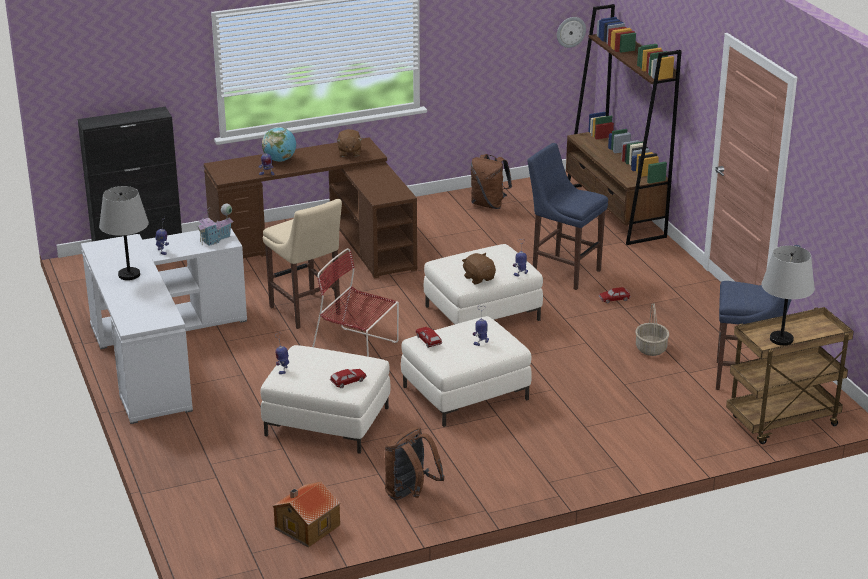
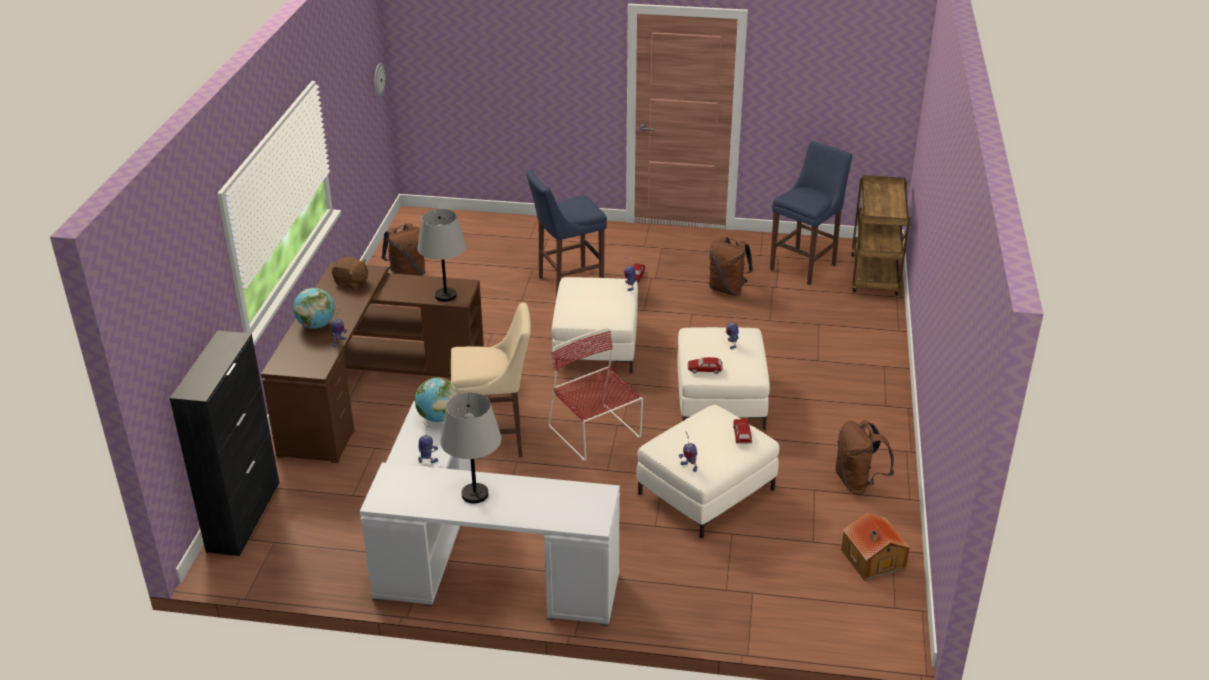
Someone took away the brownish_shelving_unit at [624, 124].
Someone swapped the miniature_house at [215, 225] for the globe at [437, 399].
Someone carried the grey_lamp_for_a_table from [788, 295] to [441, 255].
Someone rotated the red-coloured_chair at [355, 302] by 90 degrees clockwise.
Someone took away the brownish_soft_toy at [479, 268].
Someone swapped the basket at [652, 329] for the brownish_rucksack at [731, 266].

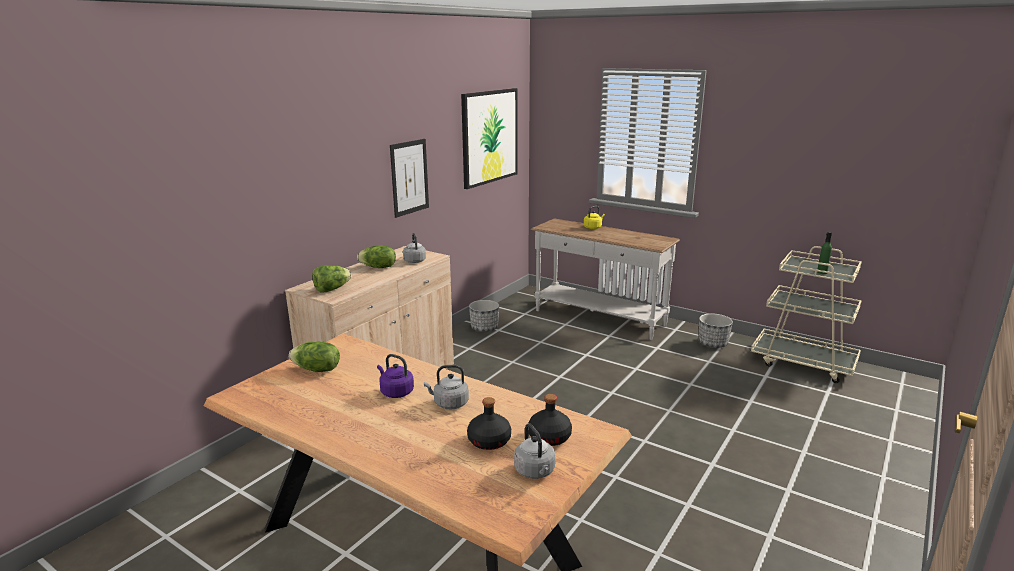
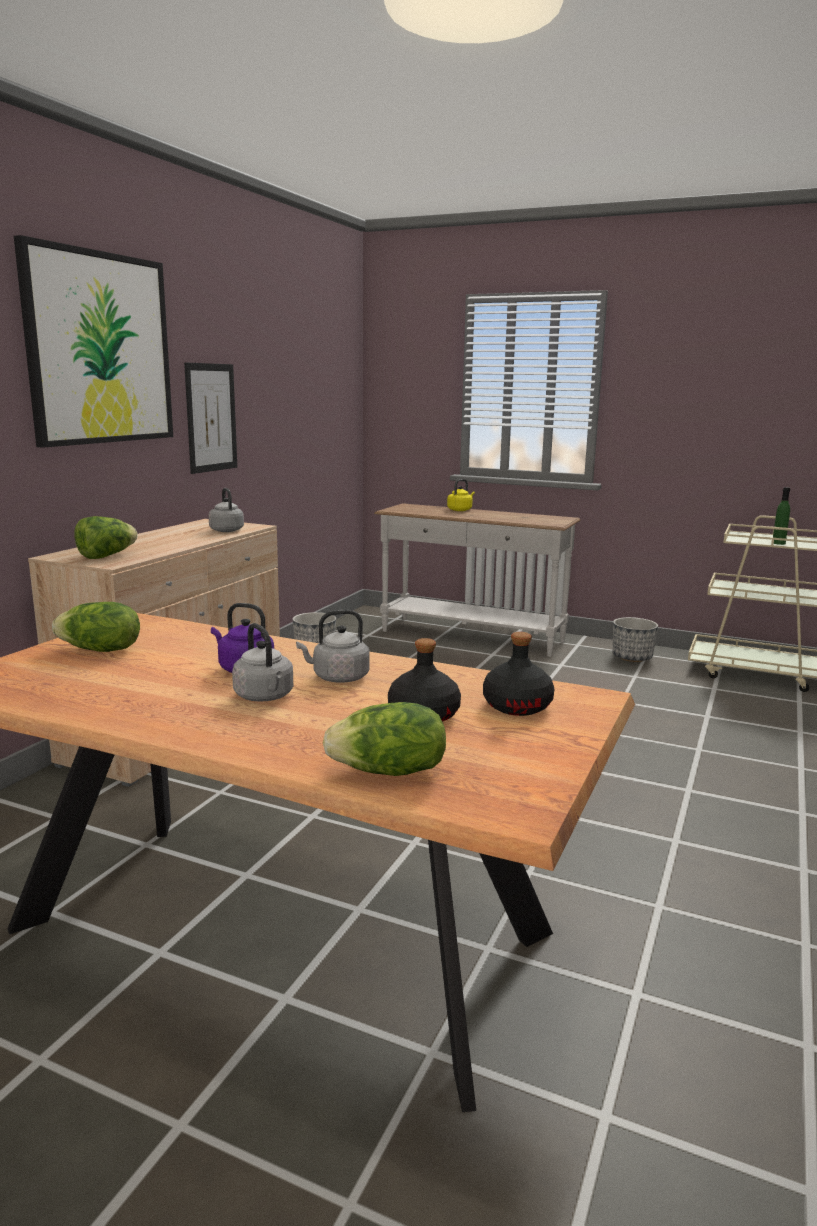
Someone carried the picture from [489, 138] to [93, 341].
Someone carried the head_of_lettuce from [376, 256] to [384, 739].
Someone carried the grey_tea_kettle from [534, 451] to [262, 662].

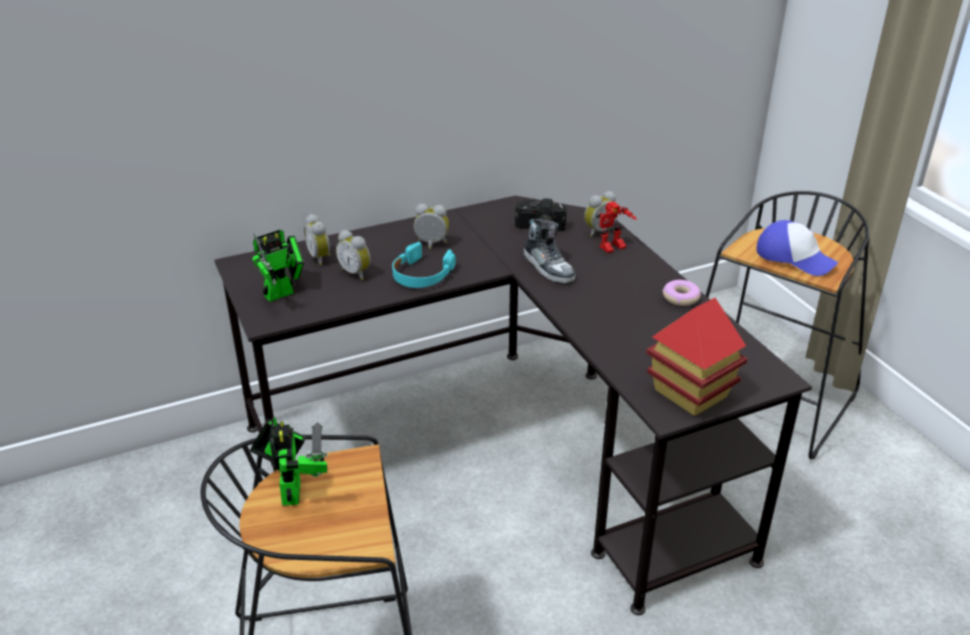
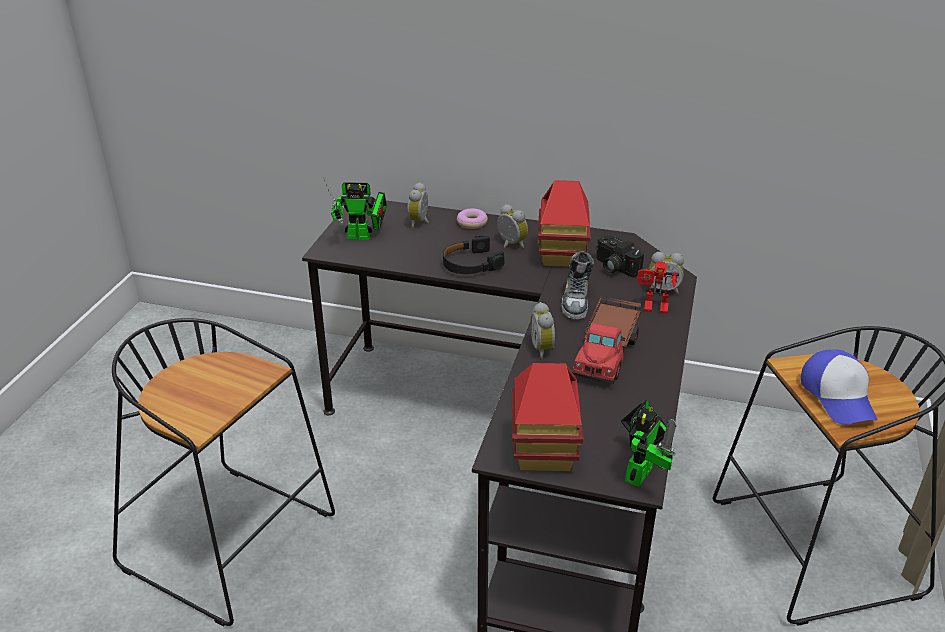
Someone carried the bedside_clock from [353, 255] to [542, 330].
Someone repainted the turquoise-coloured_headphones at [424, 265], which became the blackish_headphones at [473, 255].
Someone carried the doughnut from [681, 293] to [472, 218].
Someone carried the toy_robot from [289, 461] to [648, 443].
Someone put down the miniature_house at [564, 223].
Someone put down the model_truck at [606, 339].

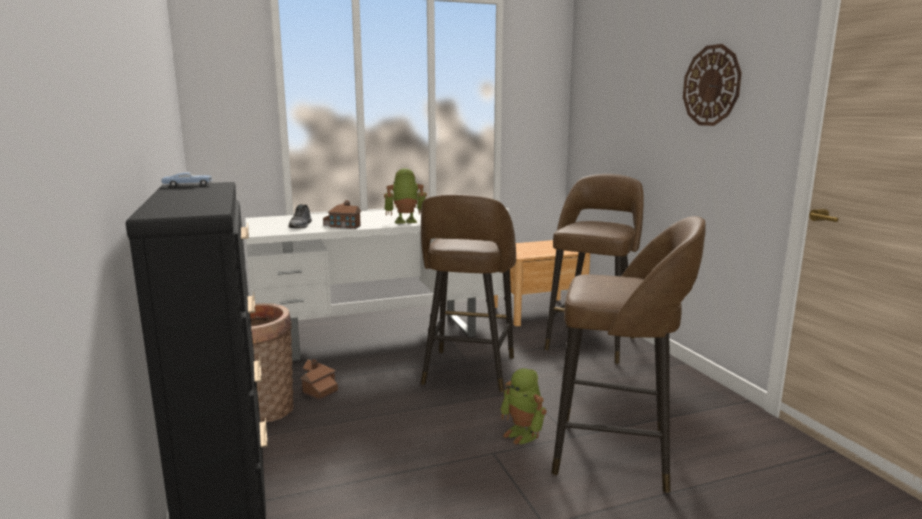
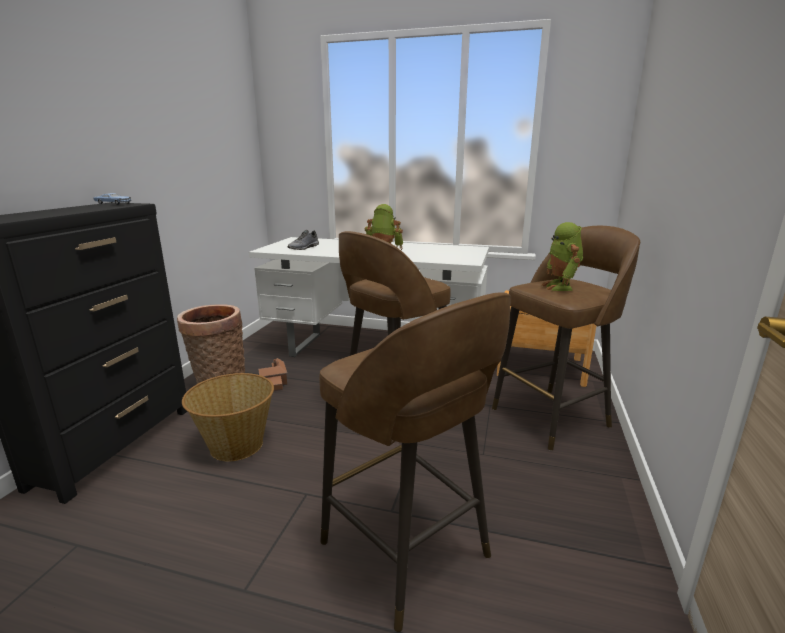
Someone took away the hanging_clock at [712, 85].
Someone took away the miniature_house at [342, 214].
Someone carried the toy_robot from [523, 406] to [562, 256].
Someone put down the basket at [228, 417].

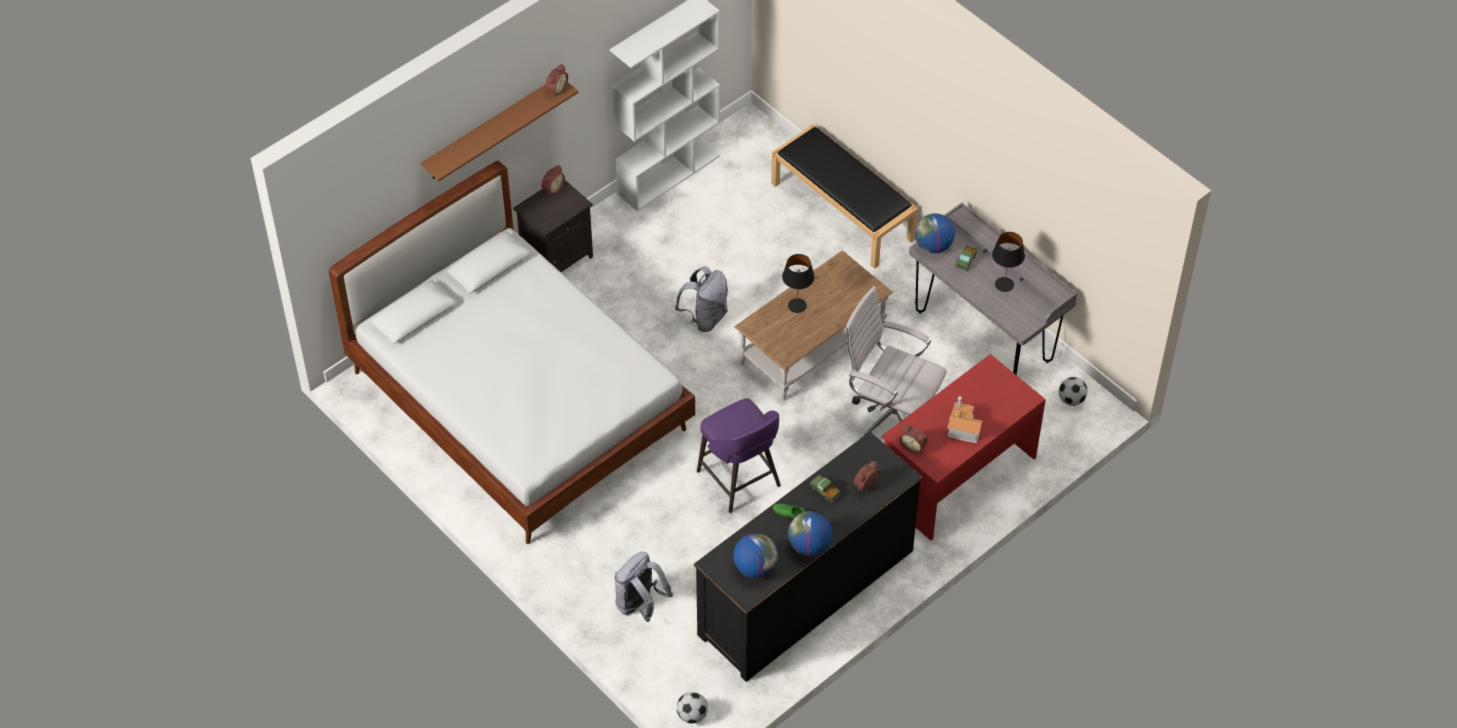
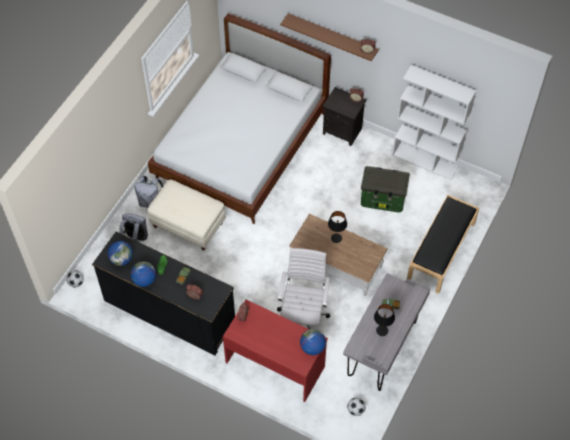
Someone carried the globe from [935, 233] to [313, 342].
Someone carried the grey_rucksack from [701, 299] to [149, 192].
Someone took away the miniature_house at [965, 419].
Someone took away the purple_sitting_stool at [739, 455].
Someone put down the storage_bin at [385, 189].
Someone put down the sand-coloured_ottoman at [186, 214].

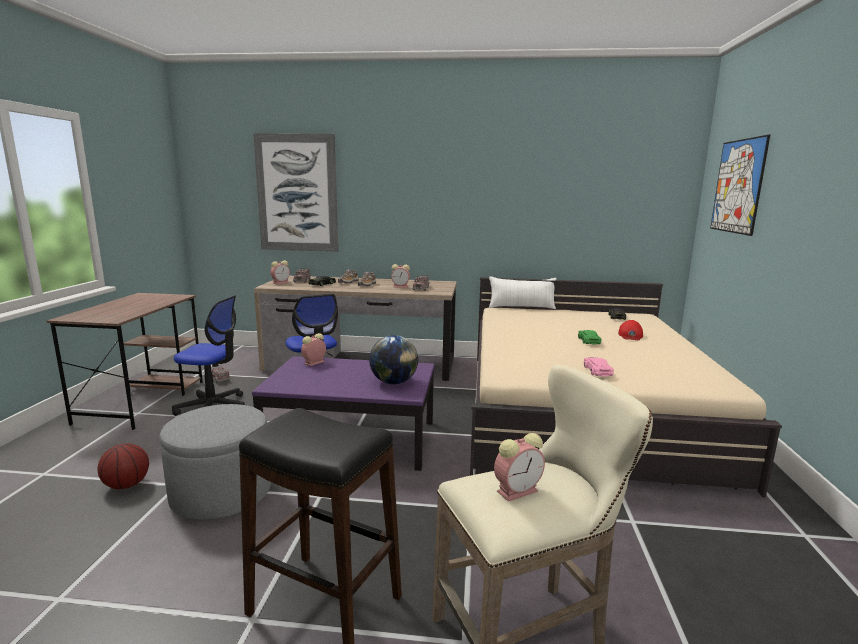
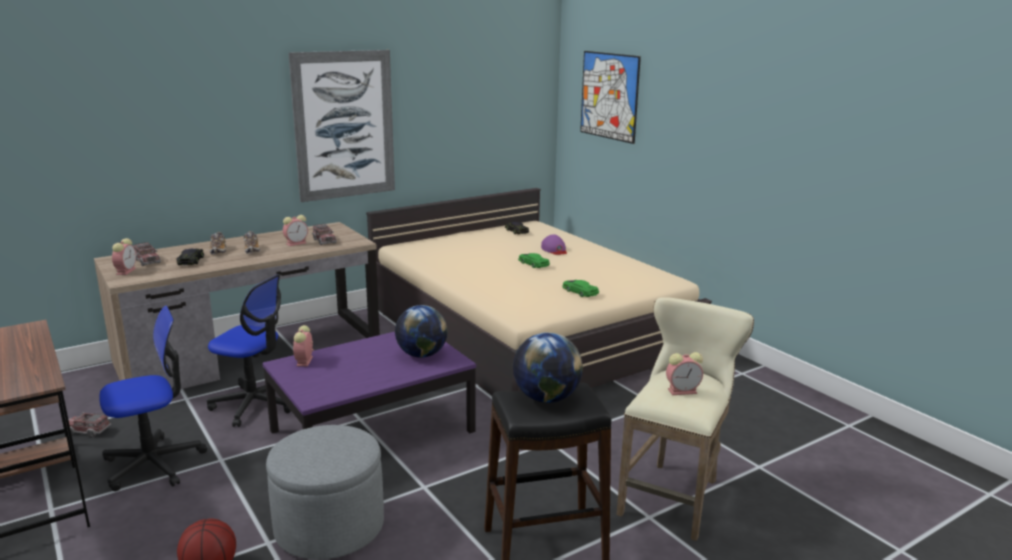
Someone carried the picture from [295, 192] to [341, 126].
Someone took away the white_cushion at [522, 292].
Someone repainted the red-coloured_baseball_cap at [630, 330], which became the purple_baseball_cap at [554, 244].
Someone repainted the pinkish_model_car at [598, 366], which became the greenish_model_car at [580, 288].
Someone rotated the bedside_clock at [519, 467] by 60 degrees clockwise.
Someone put down the globe at [548, 367].

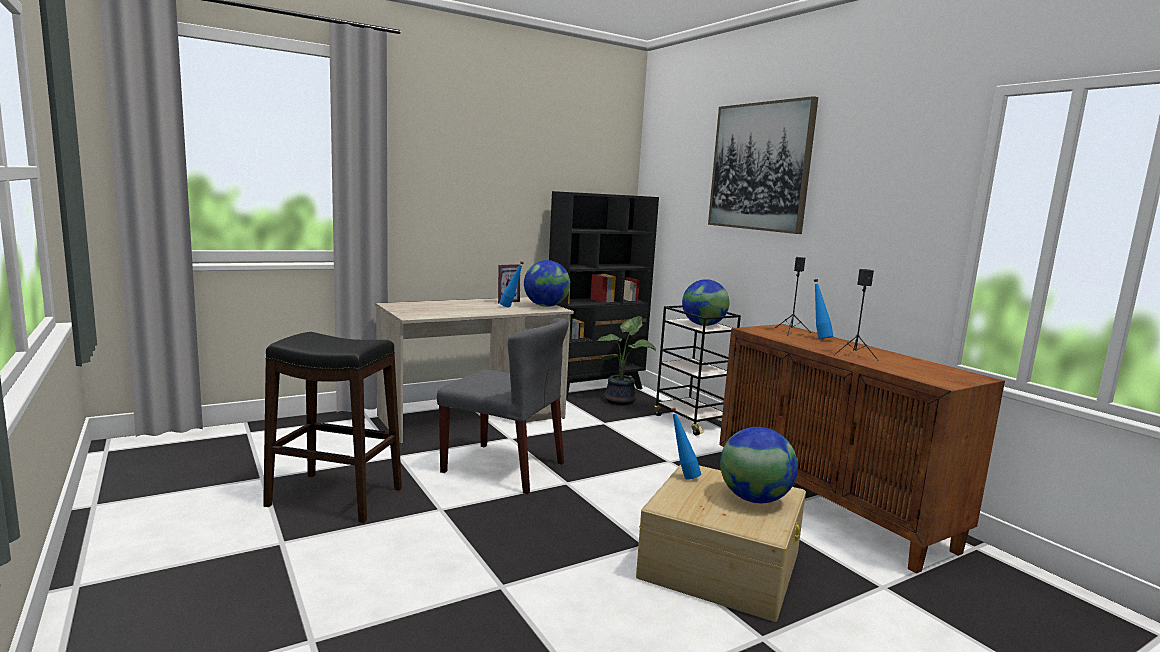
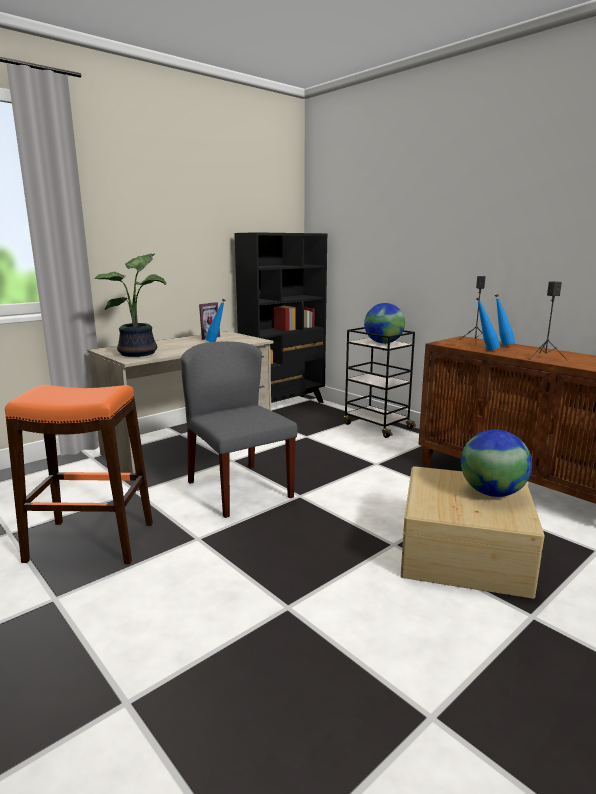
Someone took away the picture at [763, 165].
Someone took away the globe at [547, 283].
Someone carried the potted_plant from [627, 361] to [130, 305].
Someone rotated the grey_chair at [503, 406] by 135 degrees counterclockwise.
Someone repainted the blackish_sitting_stool at [332, 427], which became the orangey_sitting_stool at [79, 474].
Someone carried the blue_bottle from [686, 444] to [488, 324].

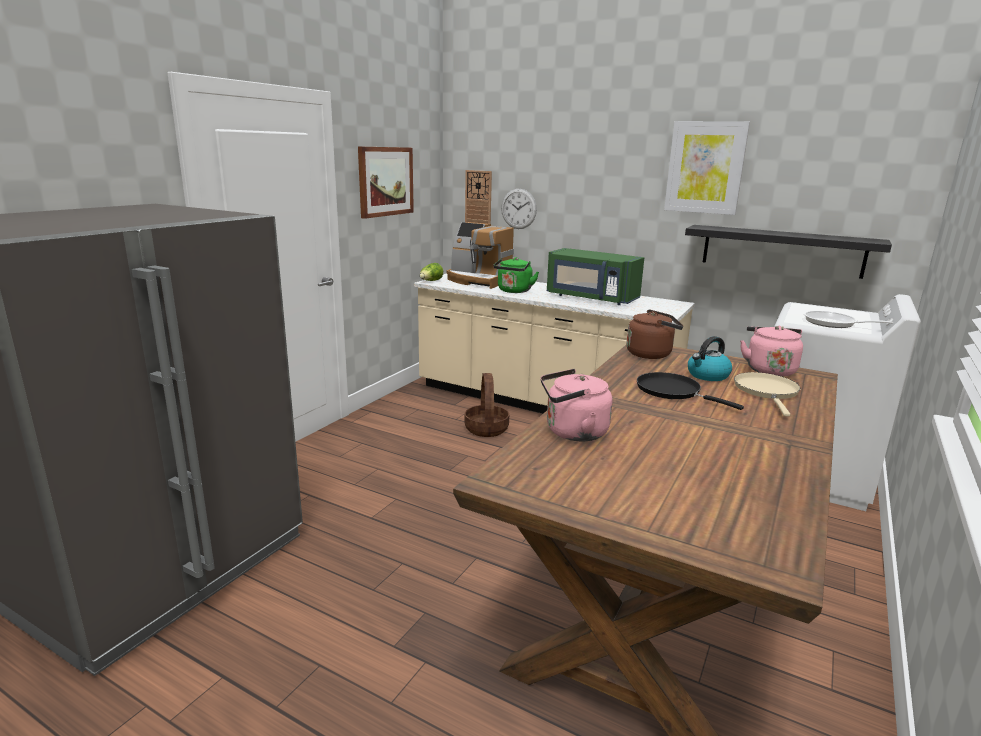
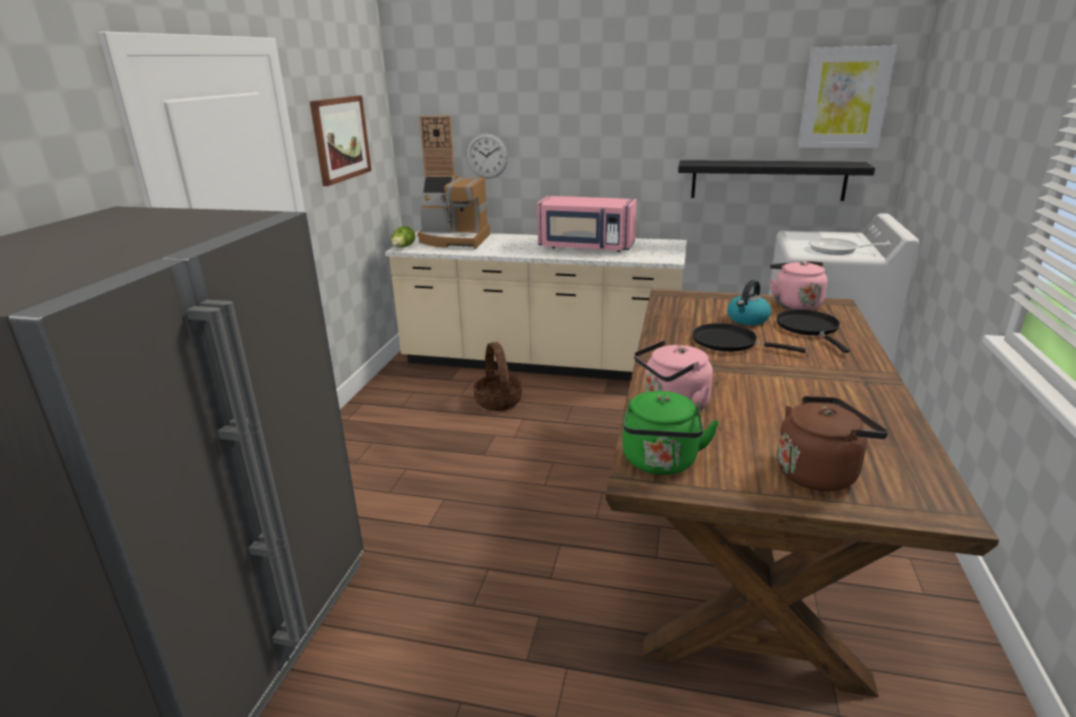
Someone carried the picture from [707, 168] to [846, 97].
Someone repainted the greenish_microwave at [595, 276], which became the pinkish_microwave at [587, 224].
Someone carried the greenish_tea_kettle from [516, 275] to [670, 433].
Someone carried the brownish_tea_kettle from [654, 334] to [832, 443].
Someone repainted the sand-coloured_pan at [767, 394], which became the blackish_pan at [812, 331].

